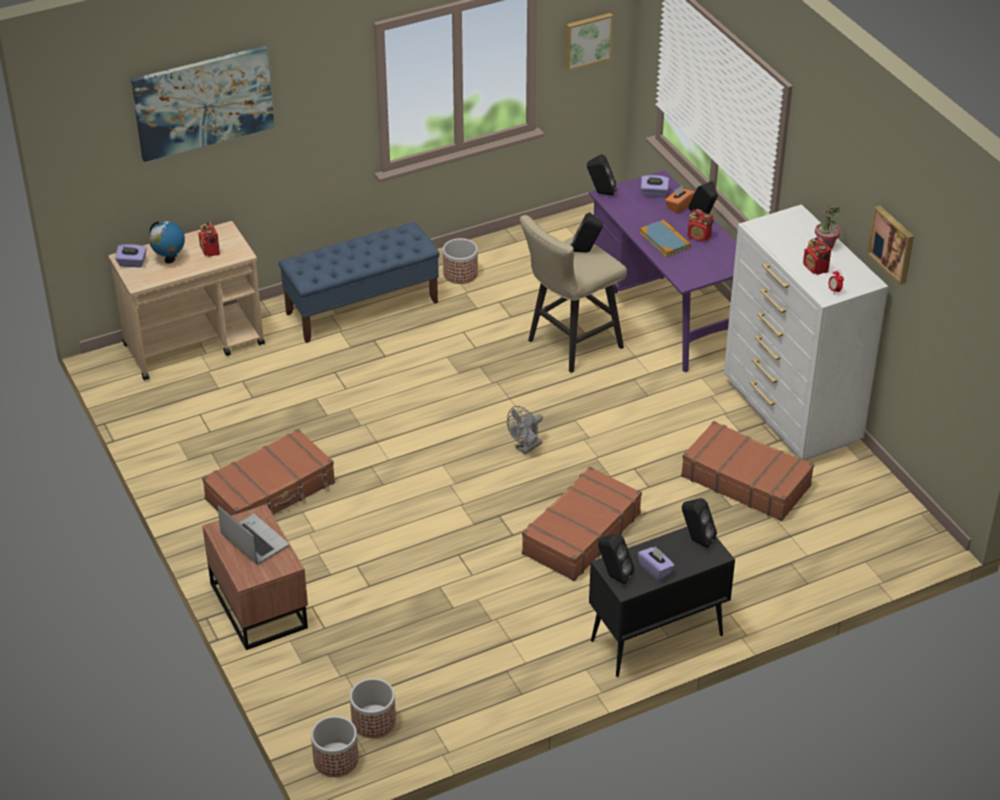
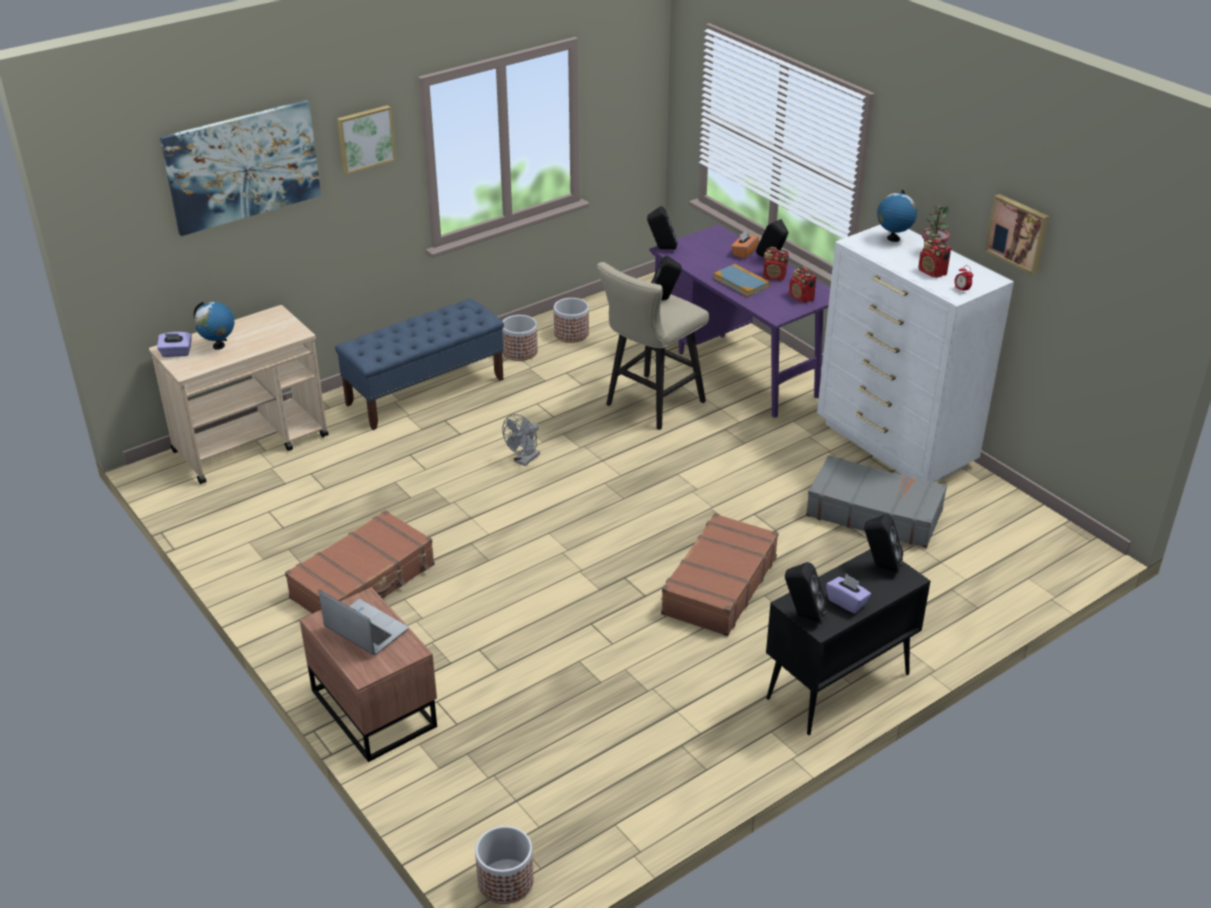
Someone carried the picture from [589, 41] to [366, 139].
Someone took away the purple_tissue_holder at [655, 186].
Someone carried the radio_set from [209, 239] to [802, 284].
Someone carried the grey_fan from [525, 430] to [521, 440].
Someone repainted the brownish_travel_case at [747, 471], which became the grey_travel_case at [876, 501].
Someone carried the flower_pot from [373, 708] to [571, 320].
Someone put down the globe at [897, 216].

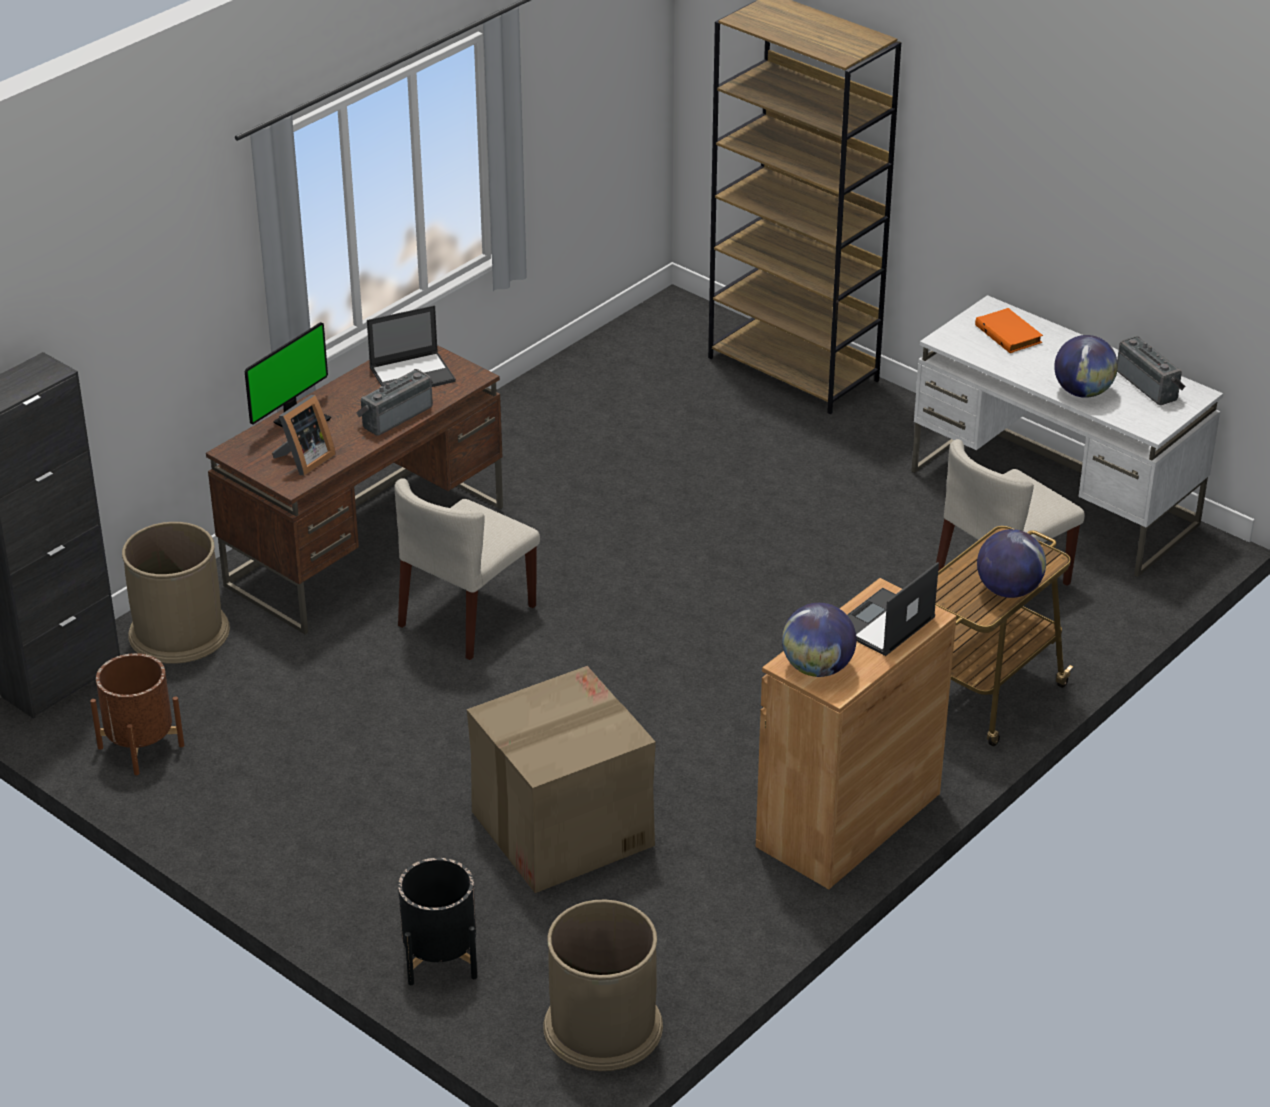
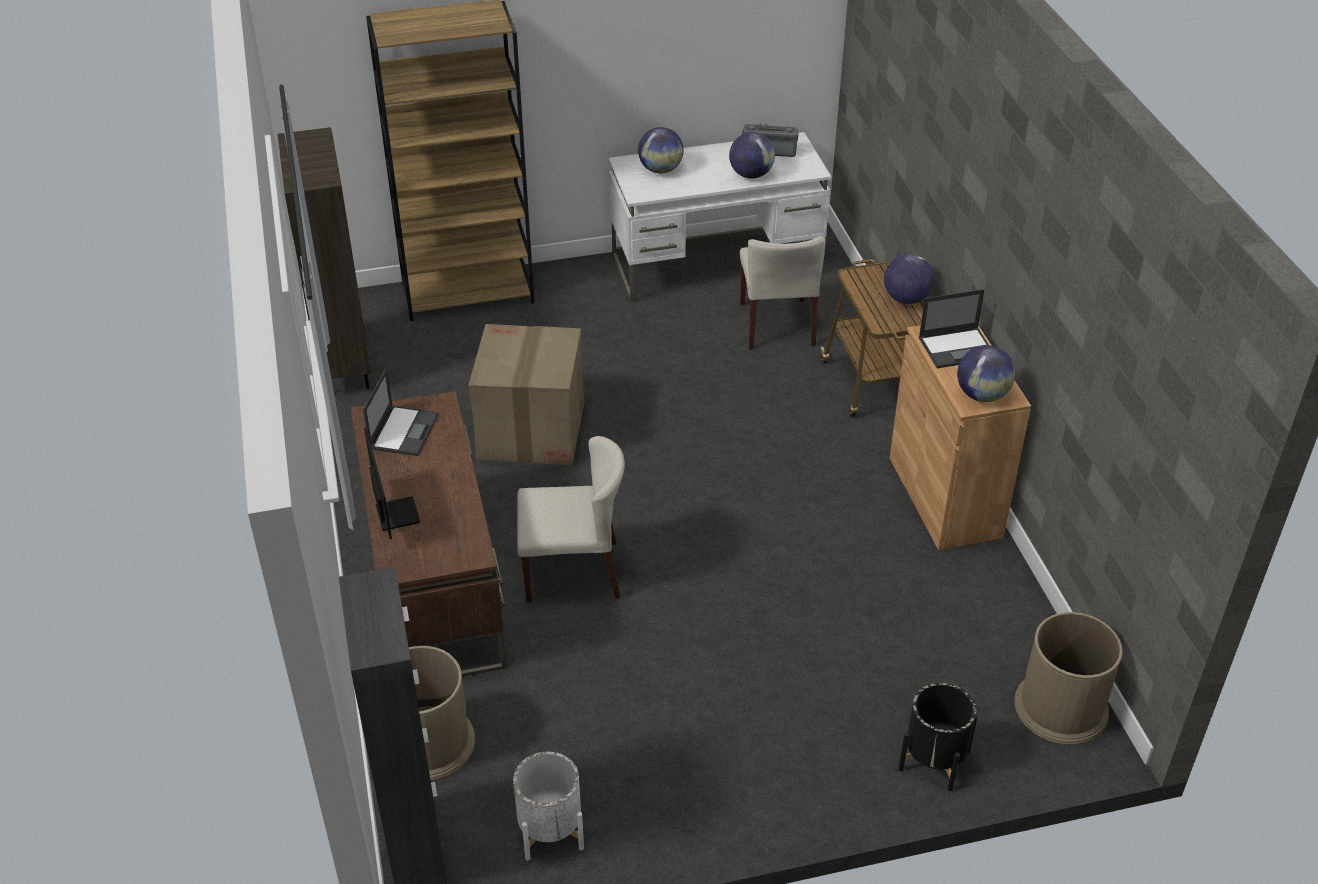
Someone swapped the orangey_book at [1009, 330] for the globe at [661, 150].
Someone took away the radio_set at [394, 402].
Someone took away the standing_frame at [304, 435].
Someone rotated the sand-coloured_chair at [467, 569] by 75 degrees counterclockwise.
Someone rotated the laptop at [893, 609] by 90 degrees counterclockwise.
Someone repainted the brownish_flower_pot at [137, 714], which became the white_flower_pot at [548, 806].
Someone carried the carton from [561, 779] to [526, 395].
Someone put down the brownish_shelving_unit at [324, 258].

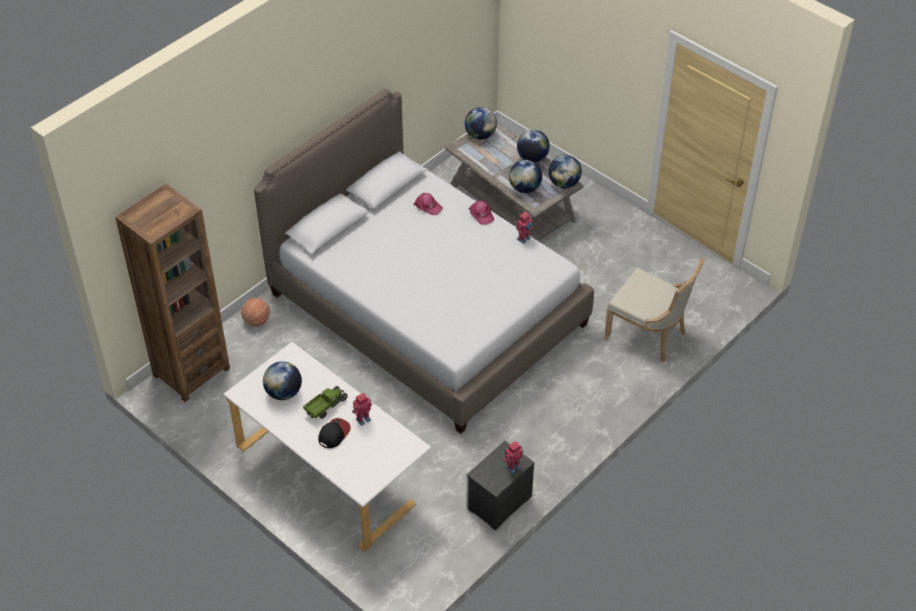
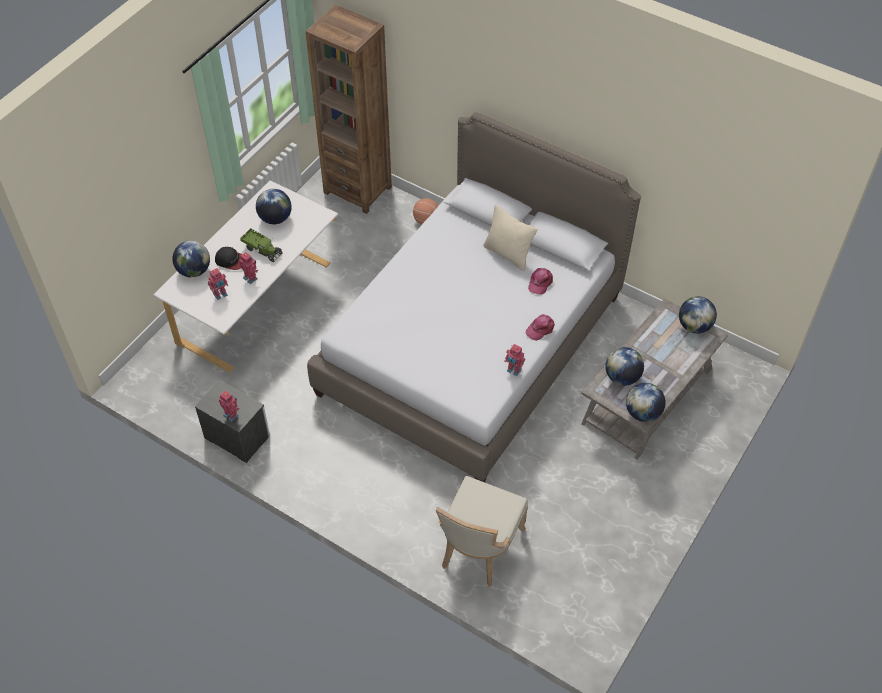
Someone carried the globe from [533, 146] to [191, 259].
Someone put down the sand-coloured_cushion at [510, 238].
Someone put down the toy_robot at [218, 284].

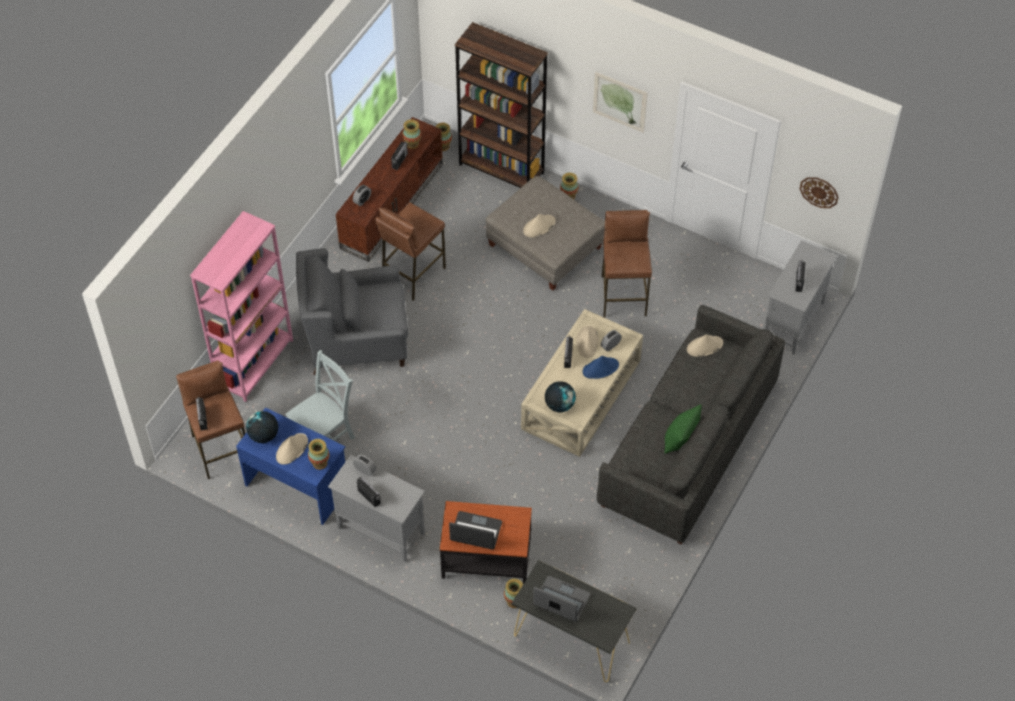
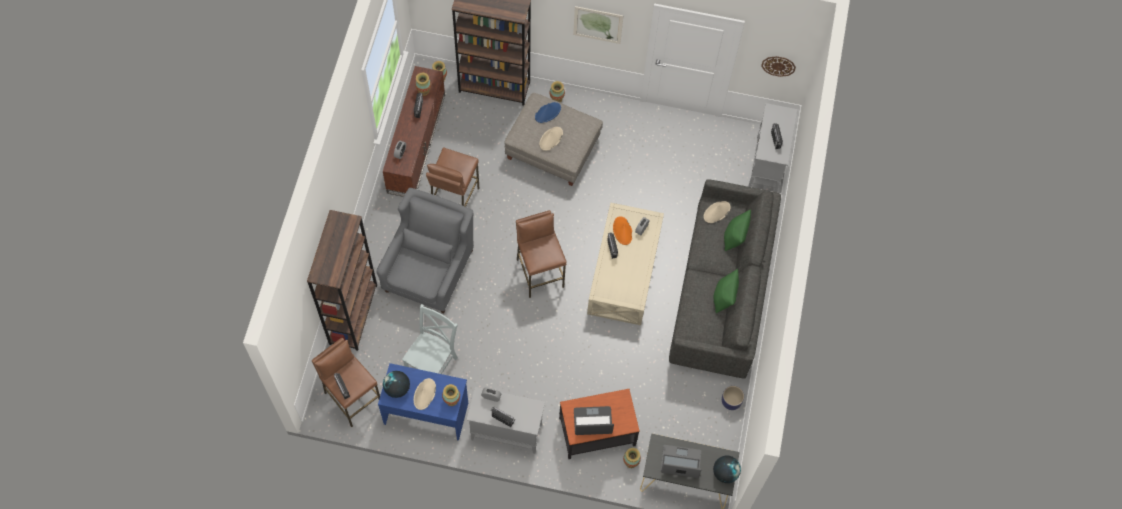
Someone carried the brownish_sitting_stool from [627, 263] to [541, 254].
Someone repainted the pinkish_shelving_unit at [241, 306], which became the brownish_shelving_unit at [342, 280].
Someone rotated the grey_armchair at [352, 311] by 135 degrees clockwise.
Someone repainted the sand-coloured_wearable_hat at [587, 341], which became the orangey_wearable_hat at [622, 230].
Someone carried the blue_wearable_hat from [601, 367] to [548, 112].
Someone carried the globe from [560, 396] to [727, 469].
Someone put down the greenish_cushion at [737, 230].
Someone put down the flower_pot at [733, 398].

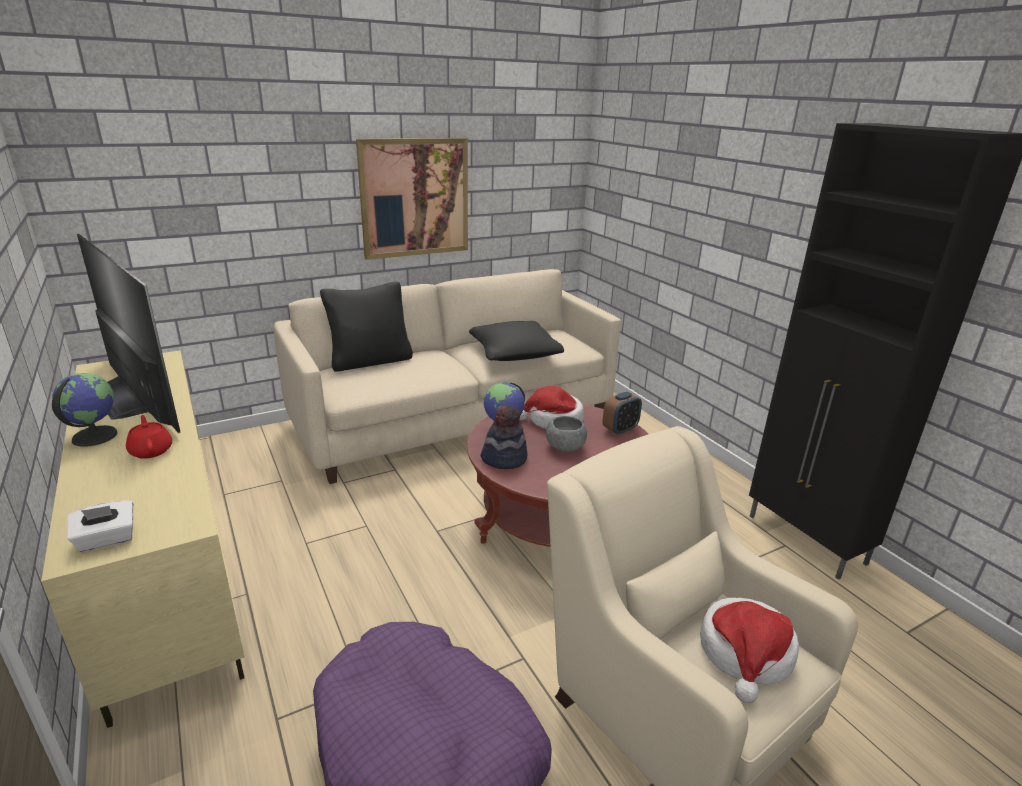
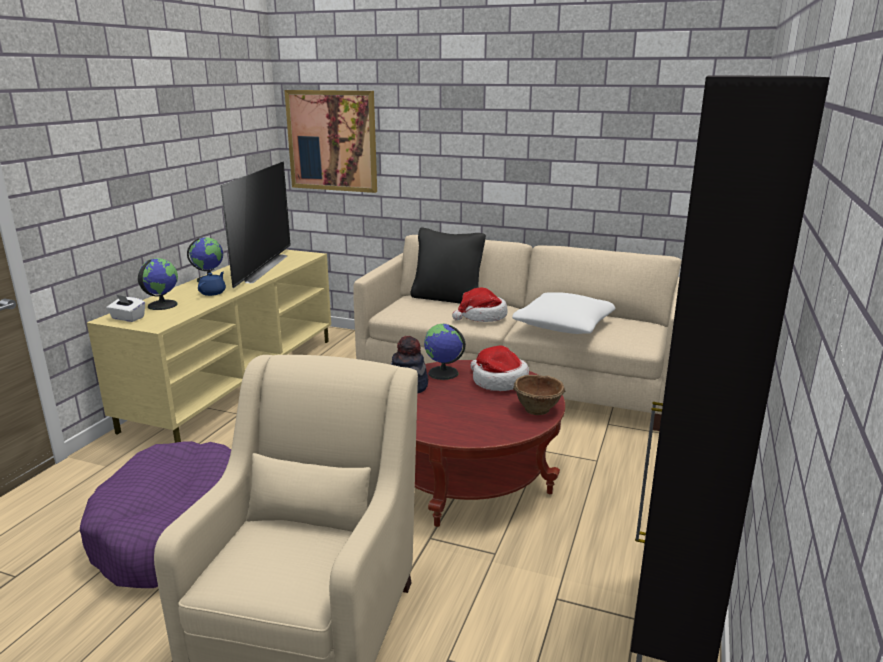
Someone carried the picture from [412, 199] to [330, 141].
Someone repainted the blackish_cushion at [516, 341], which became the white_cushion at [563, 313].
Someone swapped the bedside_clock at [622, 413] for the brownish_deep_dish at [539, 395].
Someone repainted the red-coloured_tea_pot at [149, 437], which became the blue_tea_pot at [212, 283].
Someone took away the grey_deep_dish at [566, 434].
Someone carried the wearable_hat from [749, 650] to [480, 305].
Someone put down the globe at [158, 284].

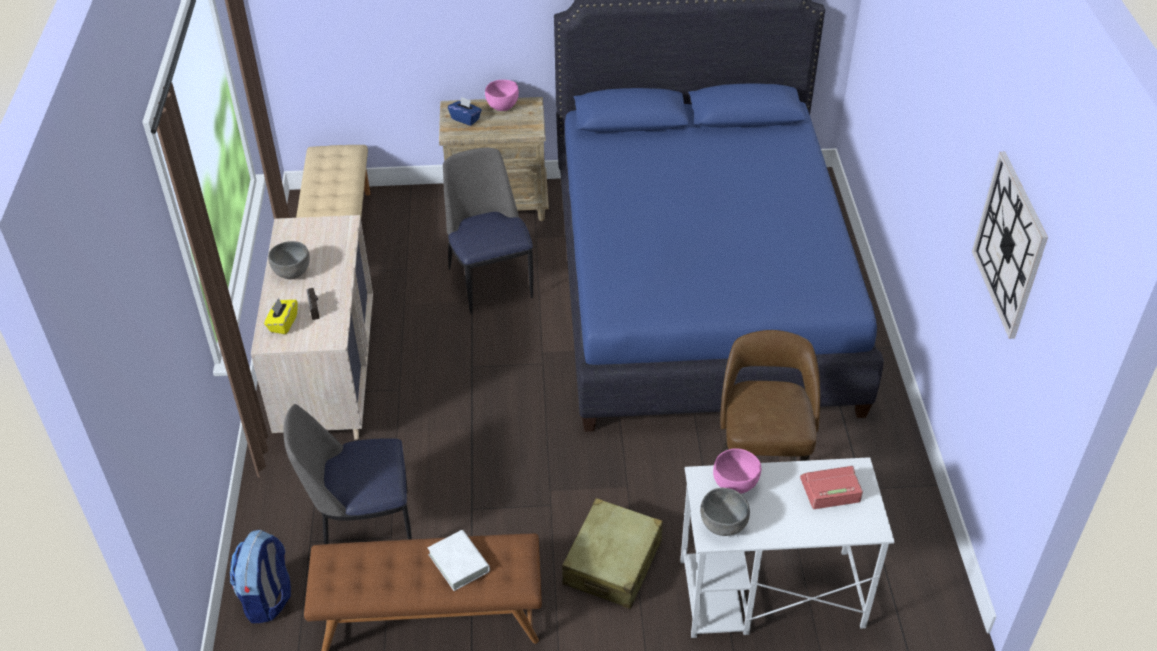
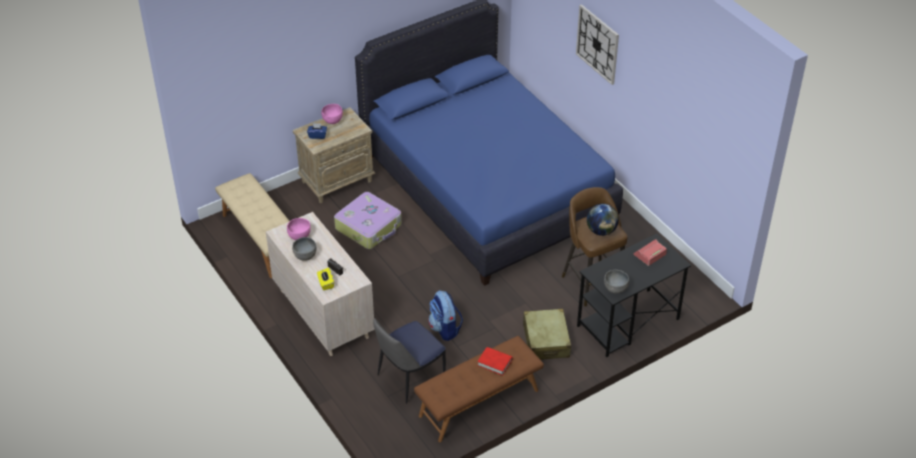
Someone swapped the chair at [488, 231] for the travel_case at [368, 220].
Someone carried the hanging_clock from [1010, 245] to [597, 44].
Someone carried the pinkish_deep_dish from [737, 471] to [299, 229].
Someone repainted the white_desk at [787, 547], which became the blackish_desk at [634, 295].
Someone carried the rucksack from [260, 576] to [445, 315].
Someone repainted the white_book at [459, 560], which became the red-coloured_book at [495, 361].
Someone put down the globe at [603, 220].

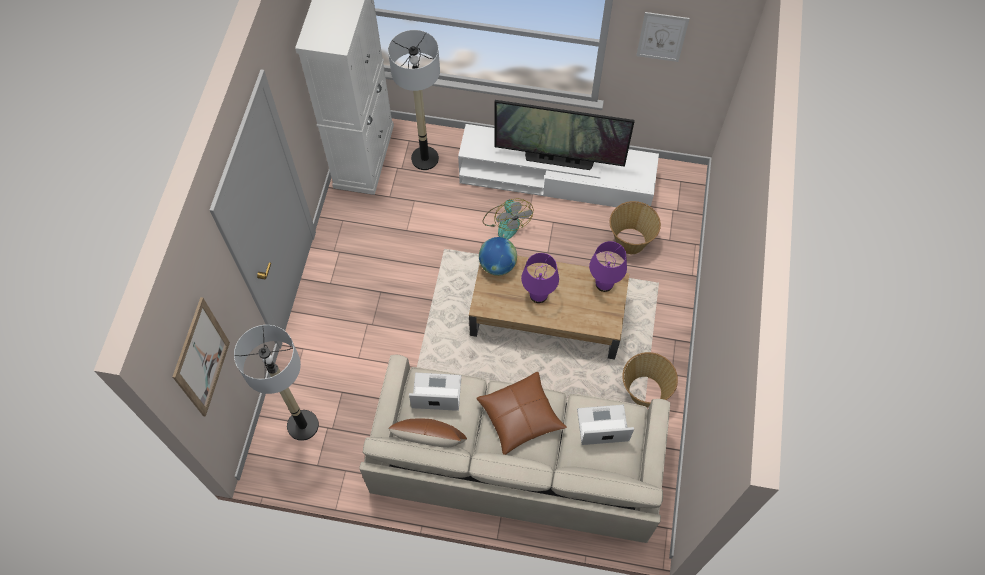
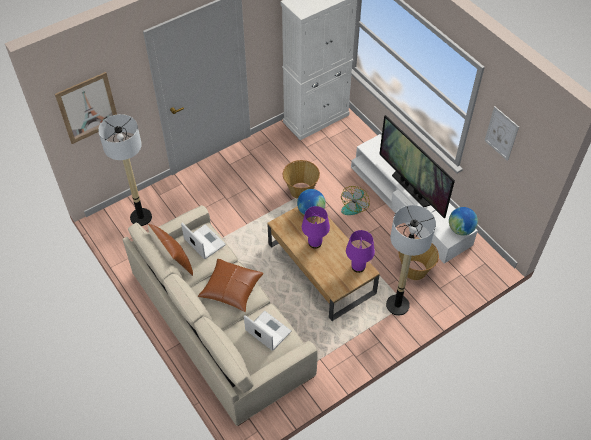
Someone carried the standard_lamp from [414, 100] to [411, 260].
Someone carried the basket from [650, 379] to [301, 179].
Someone put down the globe at [463, 221].

